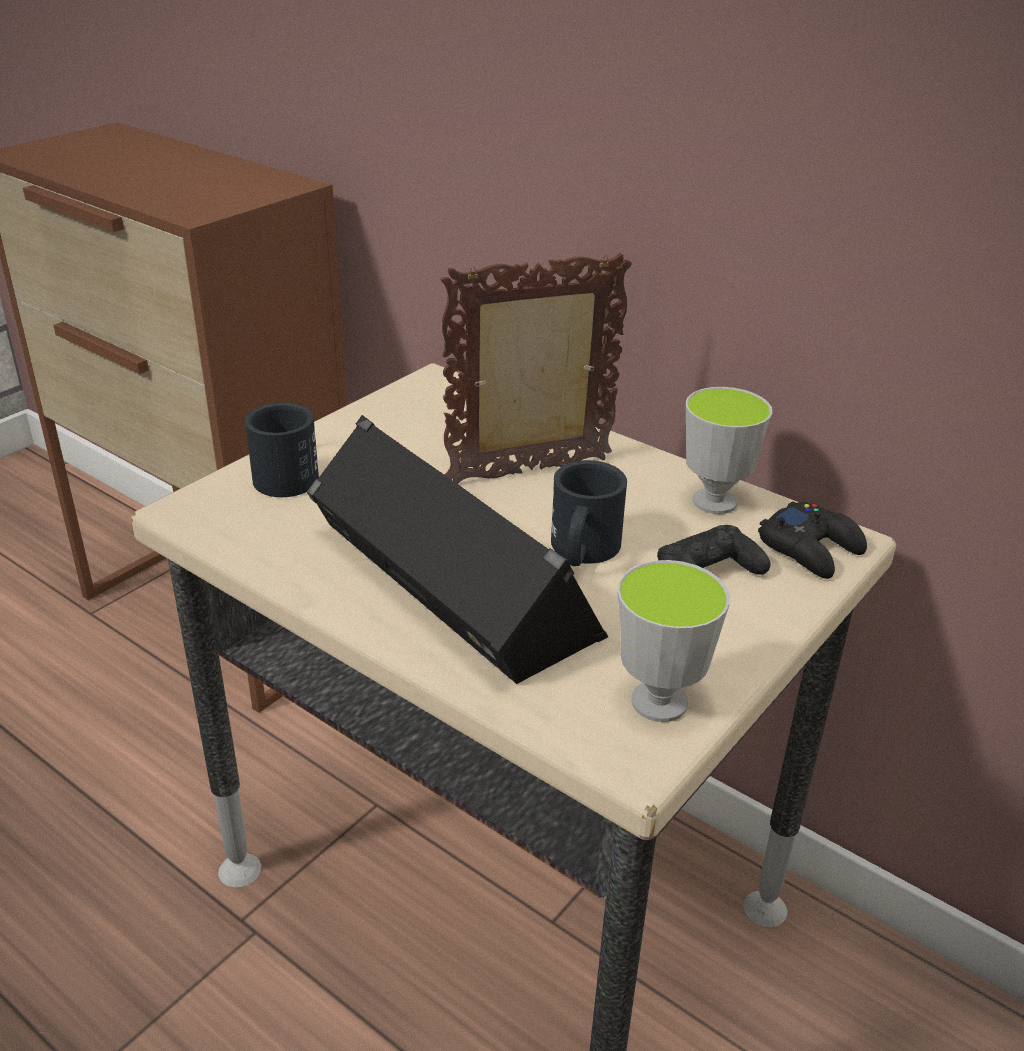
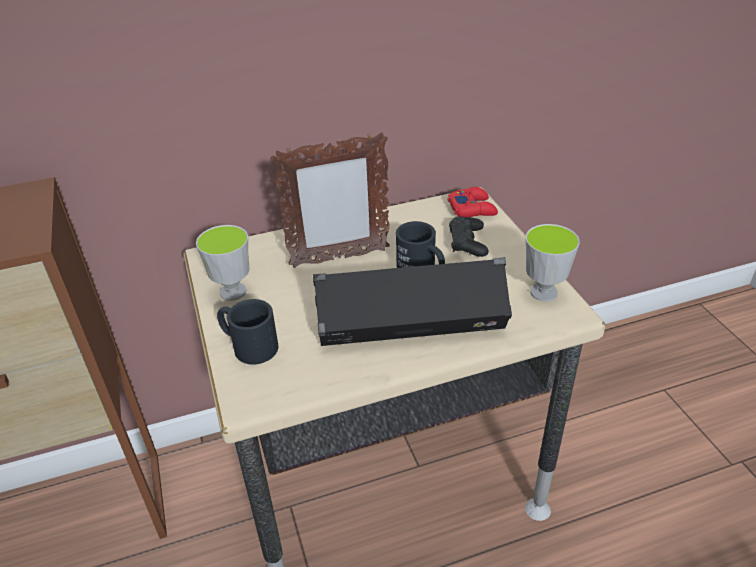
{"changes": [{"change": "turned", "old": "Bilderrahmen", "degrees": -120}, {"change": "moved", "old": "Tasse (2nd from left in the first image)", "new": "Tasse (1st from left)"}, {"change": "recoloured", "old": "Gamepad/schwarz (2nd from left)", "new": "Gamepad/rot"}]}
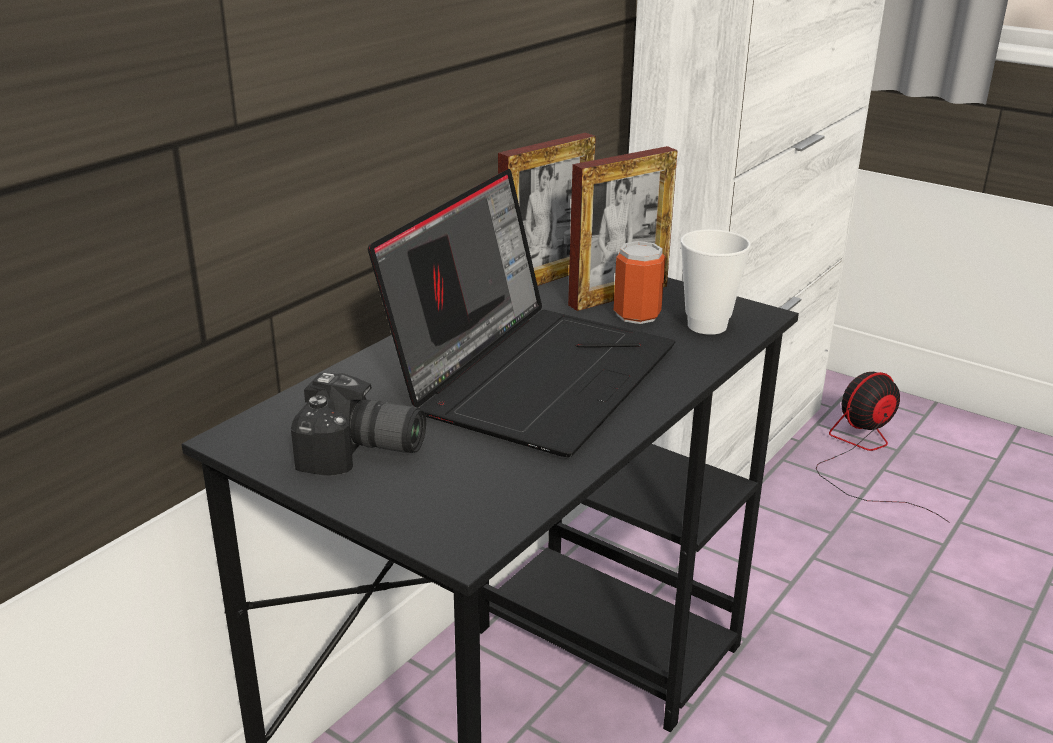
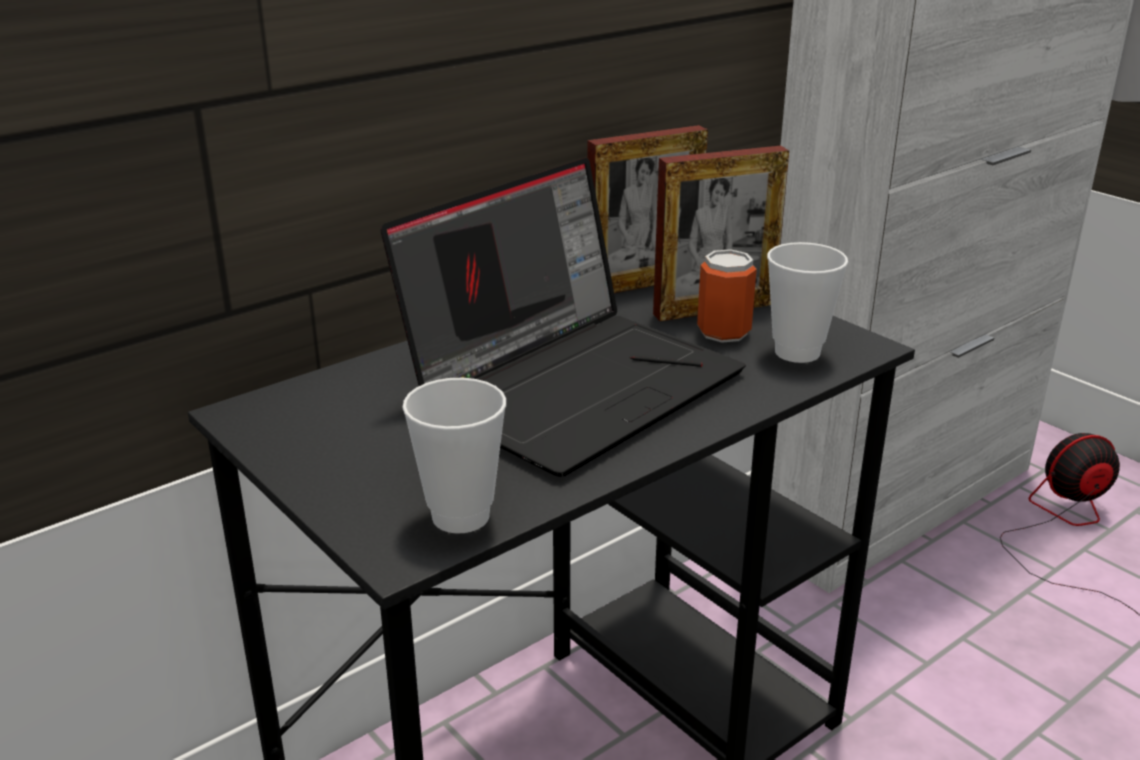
{"changes": [{"change": "removed", "old": "Kamera"}, {"change": "added", "new": "Tasse (1st from left)"}]}
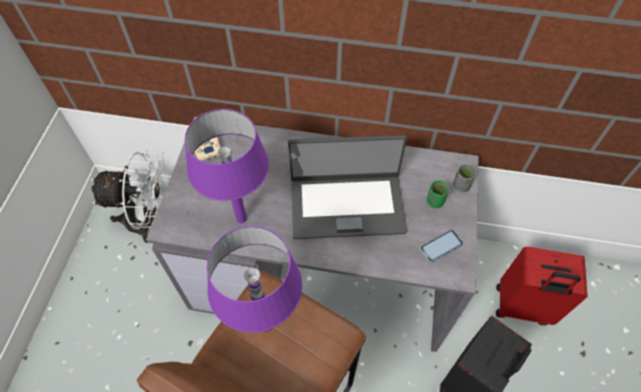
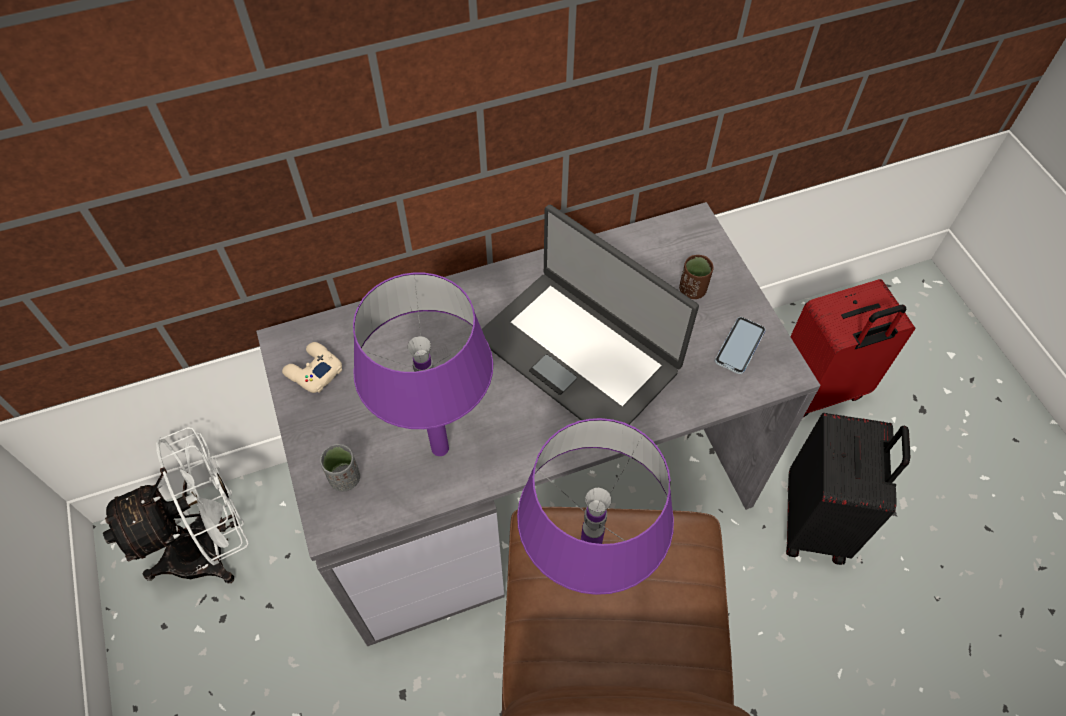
{"changes": [{"change": "turned", "old": "Laptop", "degrees": 75}, {"change": "recoloured", "old": "Tasse/grün", "new": "Tasse/braun"}, {"change": "moved", "old": "Tasse/grau"}]}
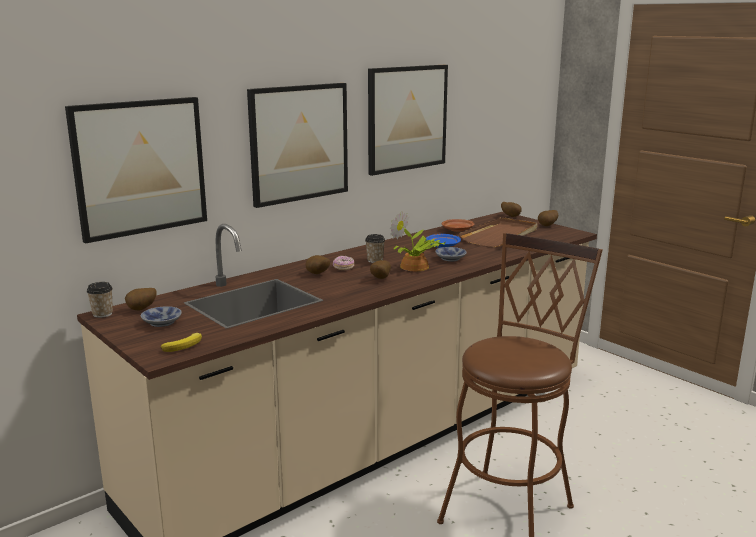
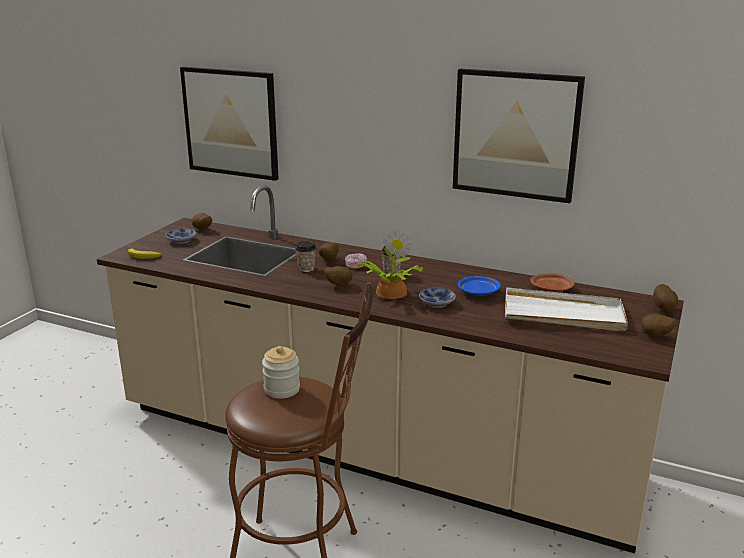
{"changes": [{"change": "moved", "old": "Tasse (1st from left)"}, {"change": "removed", "old": "Bild (2nd from left)"}, {"change": "recoloured", "old": "Tablett/braun", "new": "Tablett/weiß"}, {"change": "added", "new": "Vorratsglas"}]}
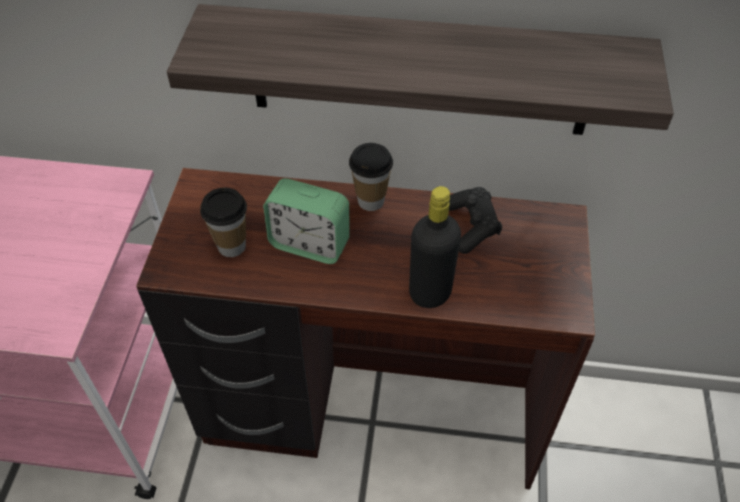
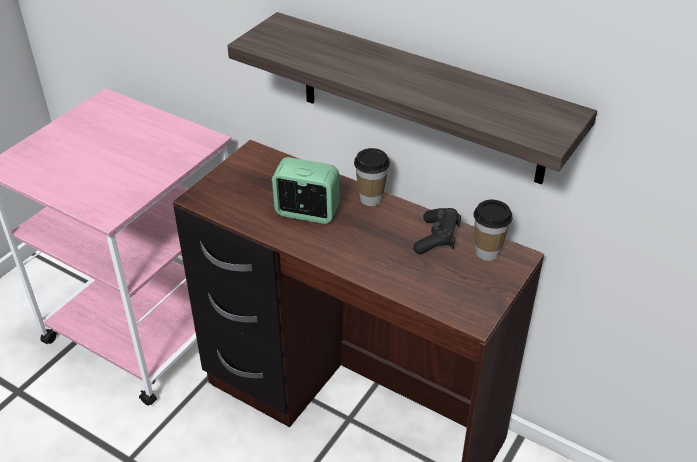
{"changes": [{"change": "moved", "old": "Tasse (1st from left in the first image)", "new": "Tasse (2nd from left)"}, {"change": "turned", "old": "Wecker", "degrees": 150}, {"change": "removed", "old": "Flasche/schwarz"}]}
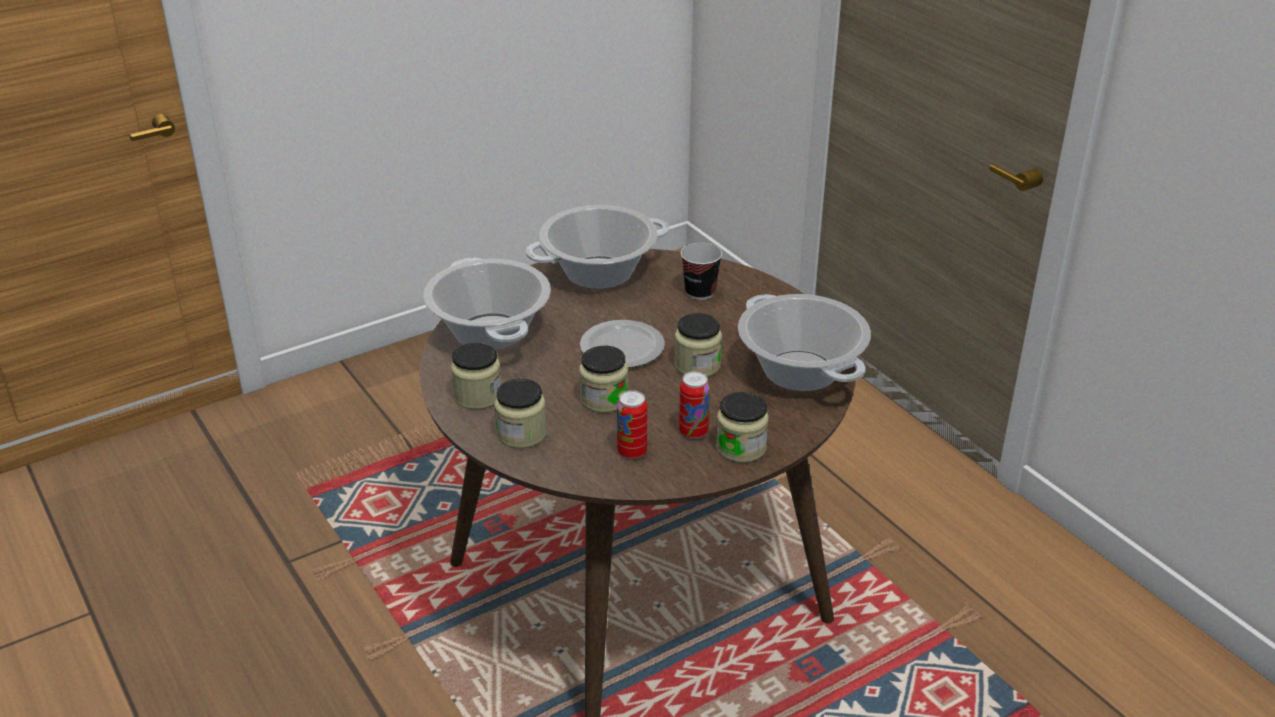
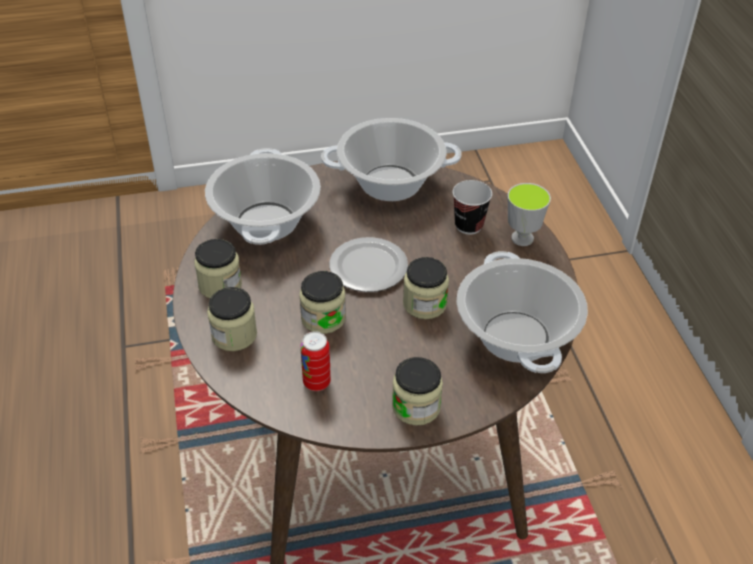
{"changes": [{"change": "removed", "old": "Dose (2nd from left)"}, {"change": "added", "new": "Tasse (2nd from left)"}]}
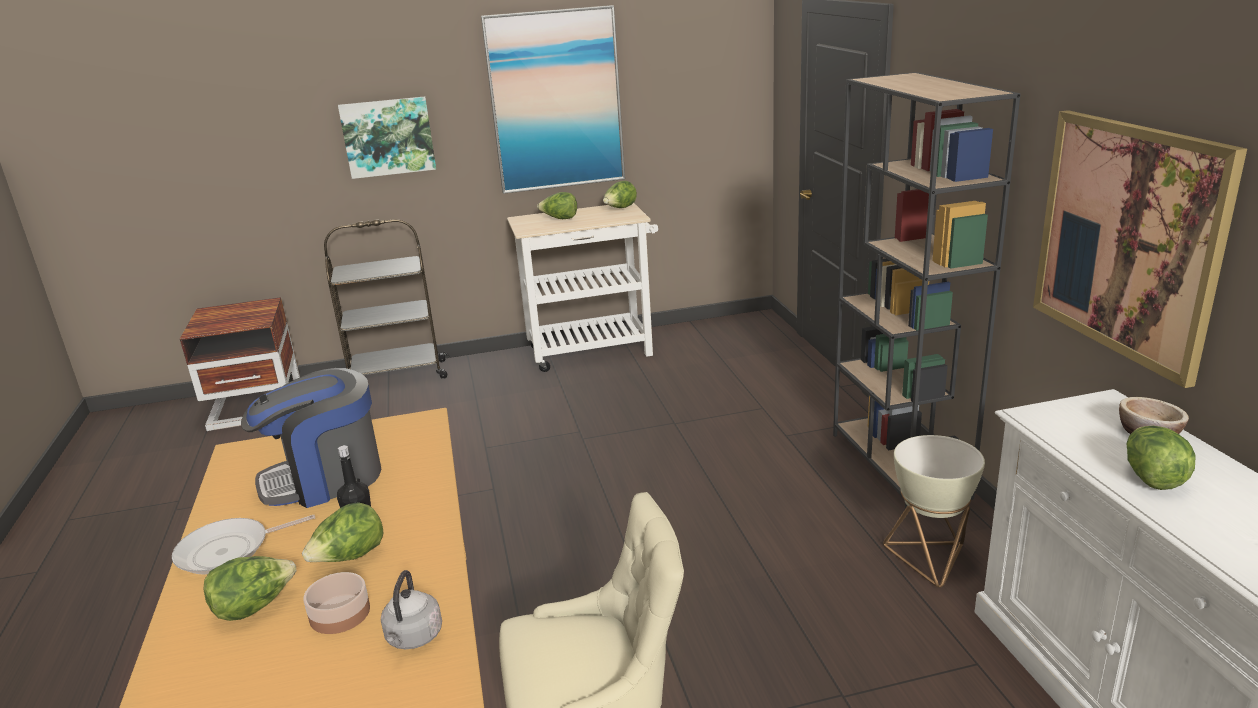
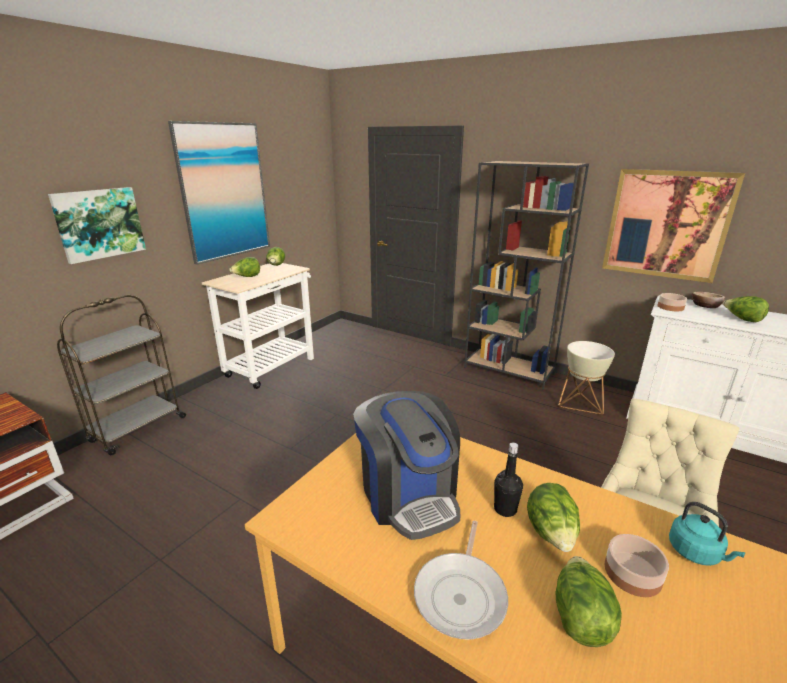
{"changes": [{"change": "turned", "old": "Kaffeemaschine", "degrees": -45}, {"change": "recoloured", "old": "Wasserkessel/grau", "new": "Wasserkessel/türkis"}, {"change": "added", "new": "Schüssel (2nd from left)"}]}
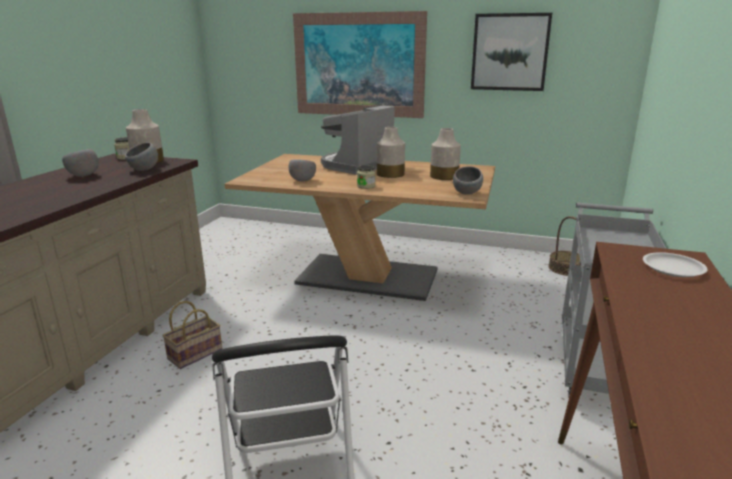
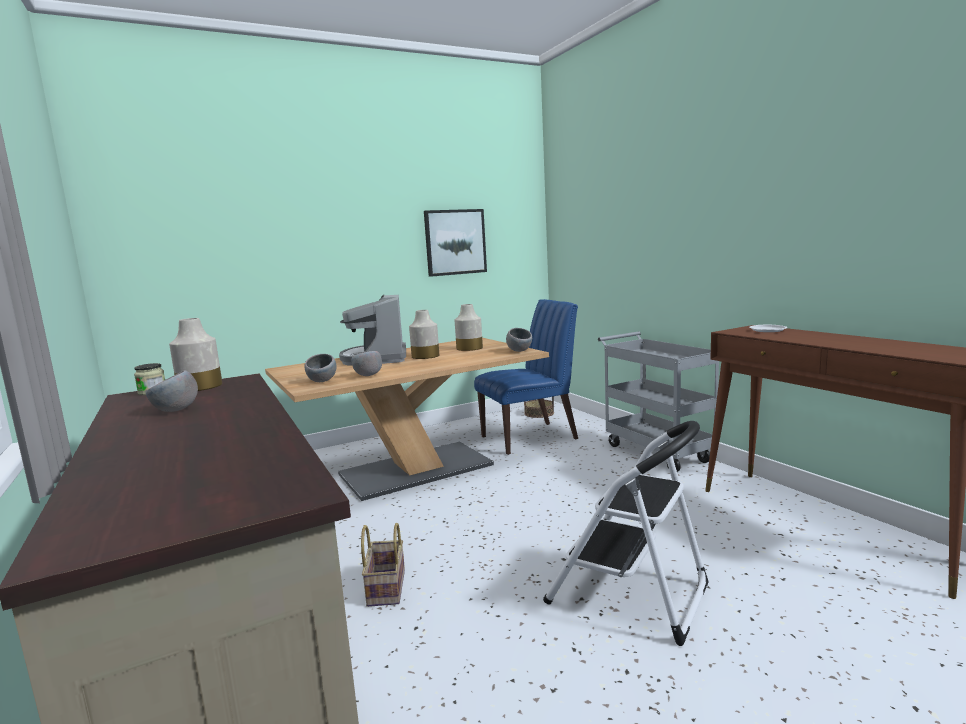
{"changes": [{"change": "moved", "old": "Schüssel/grau (2nd from left)"}, {"change": "removed", "old": "Bild (1st from left)"}, {"change": "removed", "old": "Vorratsglas (2nd from left)"}, {"change": "added", "new": "Stuhl/blau"}]}
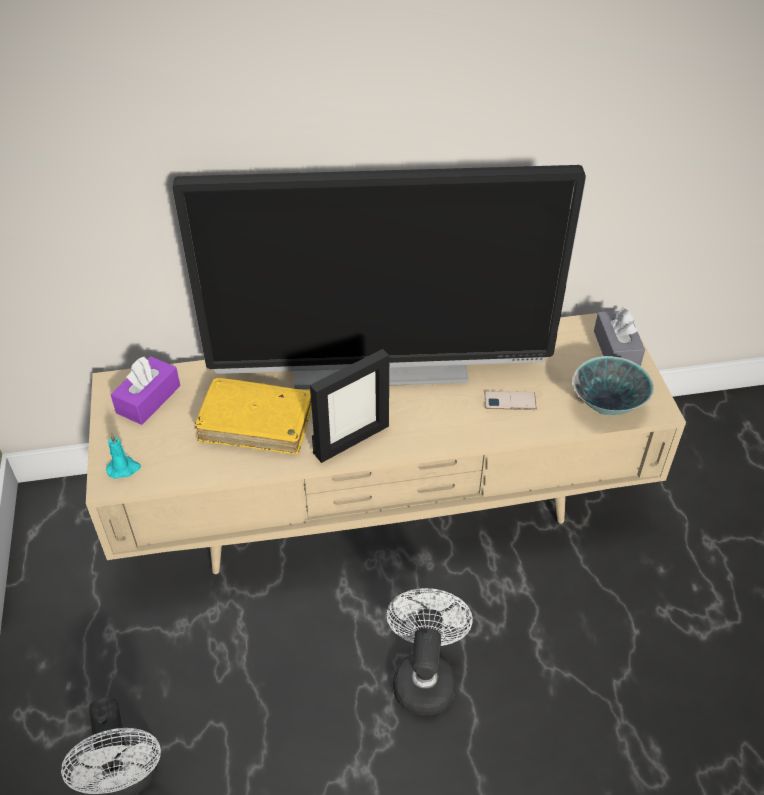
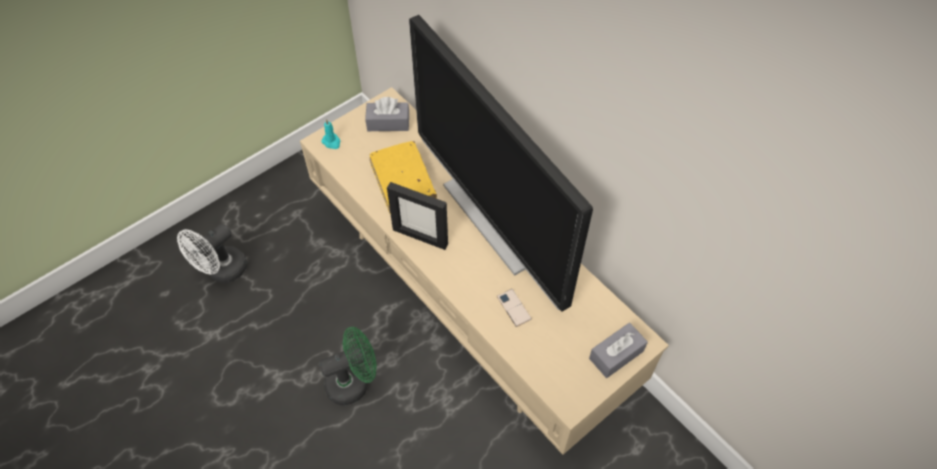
{"changes": [{"change": "recoloured", "old": "Taschentuchbox/lila", "new": "Taschentuchbox/grau (1st from left)"}, {"change": "recoloured", "old": "Ventilator/weiß (2nd from left)", "new": "Ventilator/grün"}, {"change": "removed", "old": "Schüssel"}]}
